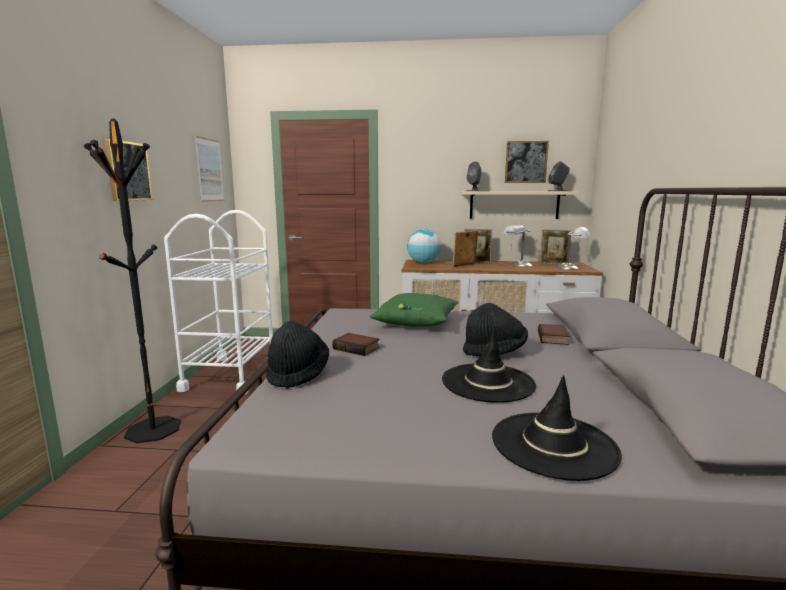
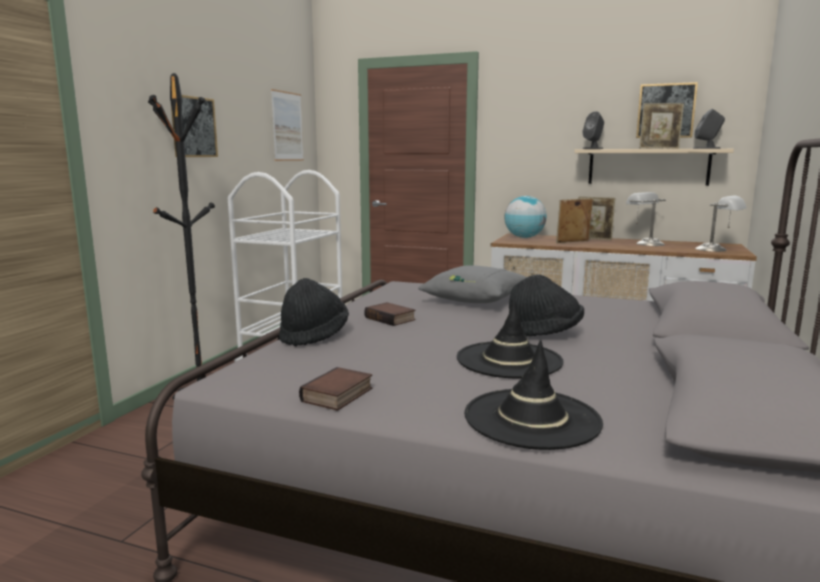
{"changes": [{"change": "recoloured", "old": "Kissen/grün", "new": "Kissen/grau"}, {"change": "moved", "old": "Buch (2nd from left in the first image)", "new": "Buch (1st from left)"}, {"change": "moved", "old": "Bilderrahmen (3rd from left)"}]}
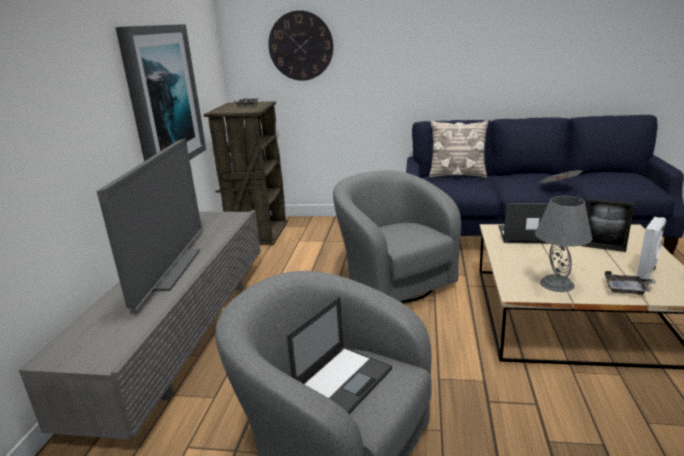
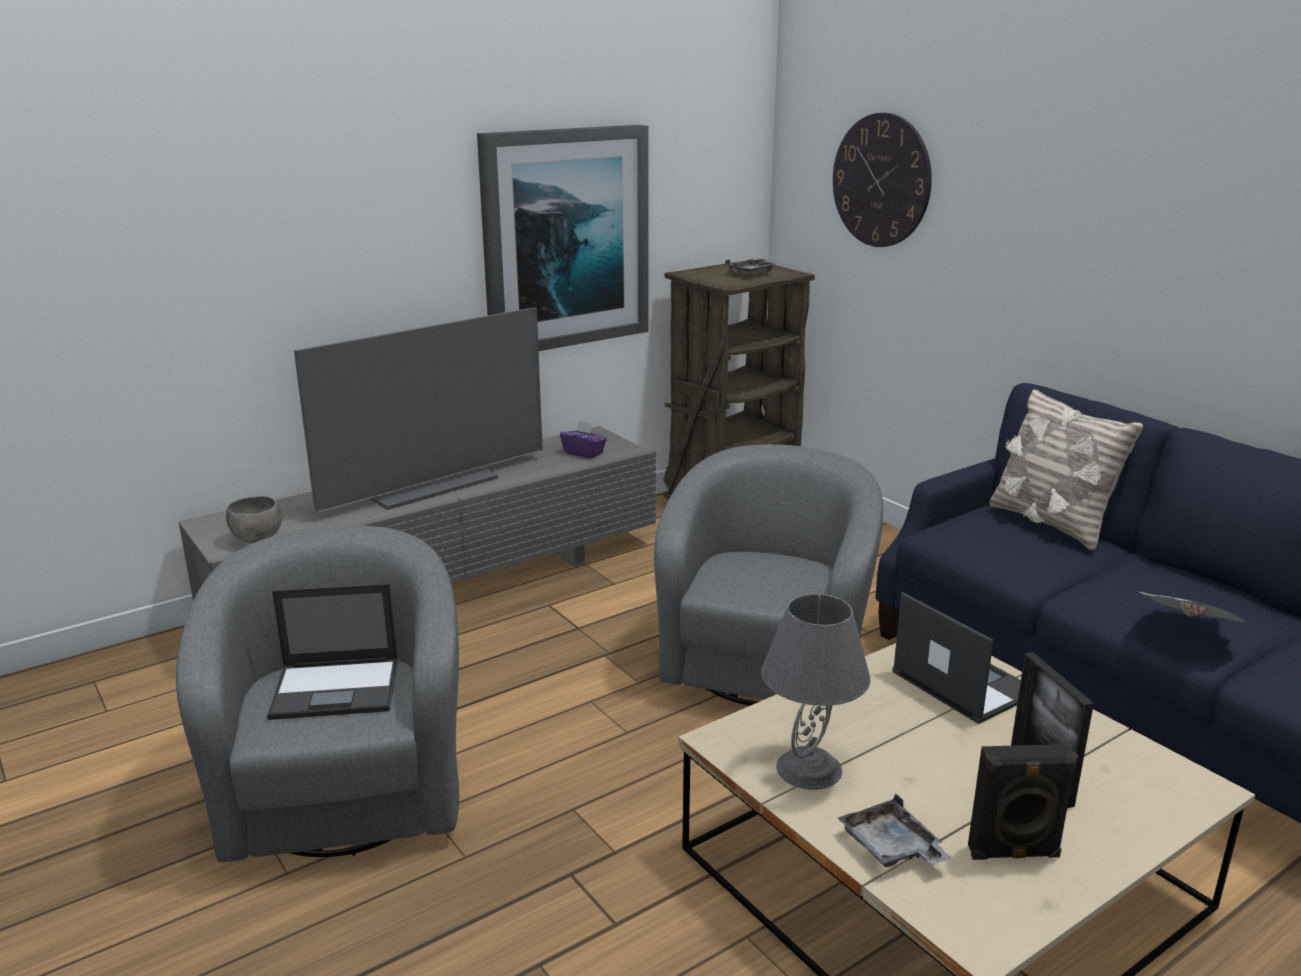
{"changes": [{"change": "recoloured", "old": "Lautsprecher/weiß", "new": "Lautsprecher/schwarz"}, {"change": "added", "new": "Schüssel/grau"}, {"change": "added", "new": "Taschentuchbox/lila"}]}
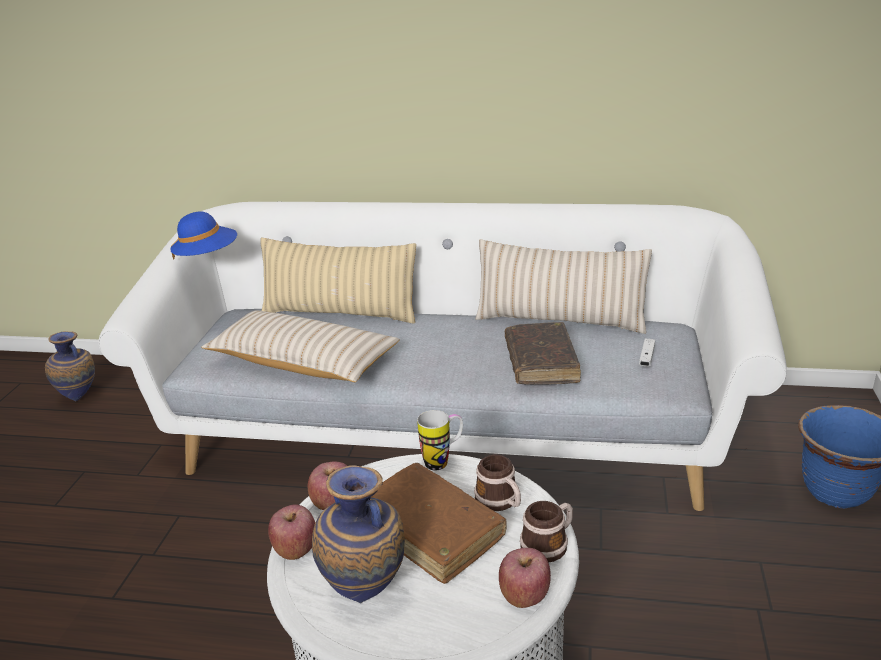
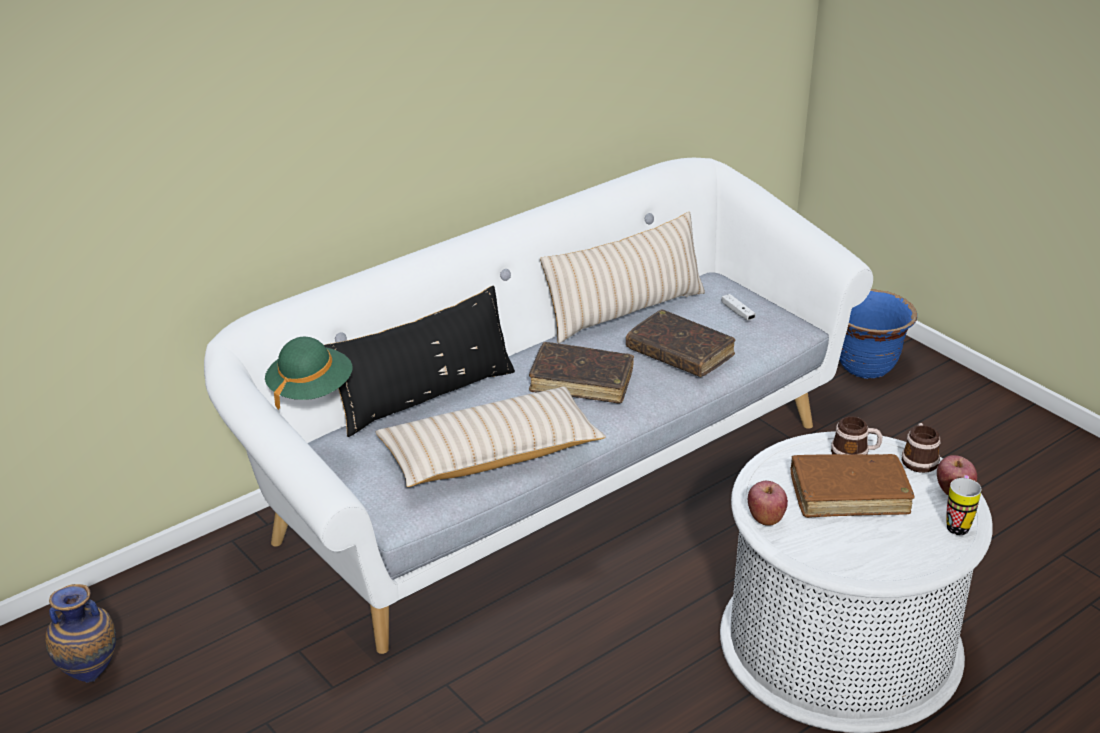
{"changes": [{"change": "recoloured", "old": "Hut/blau", "new": "Hut/grün"}, {"change": "recoloured", "old": "Kissen/beige (2nd from left)", "new": "Kissen/schwarz"}, {"change": "removed", "old": "Apfel (1st from left)"}, {"change": "removed", "old": "Vase (2nd from left)"}, {"change": "moved", "old": "Henkelbecher (1st from left in the first image)", "new": "Henkelbecher (3rd from left)"}, {"change": "added", "new": "Buch/braun (1st from left)"}]}
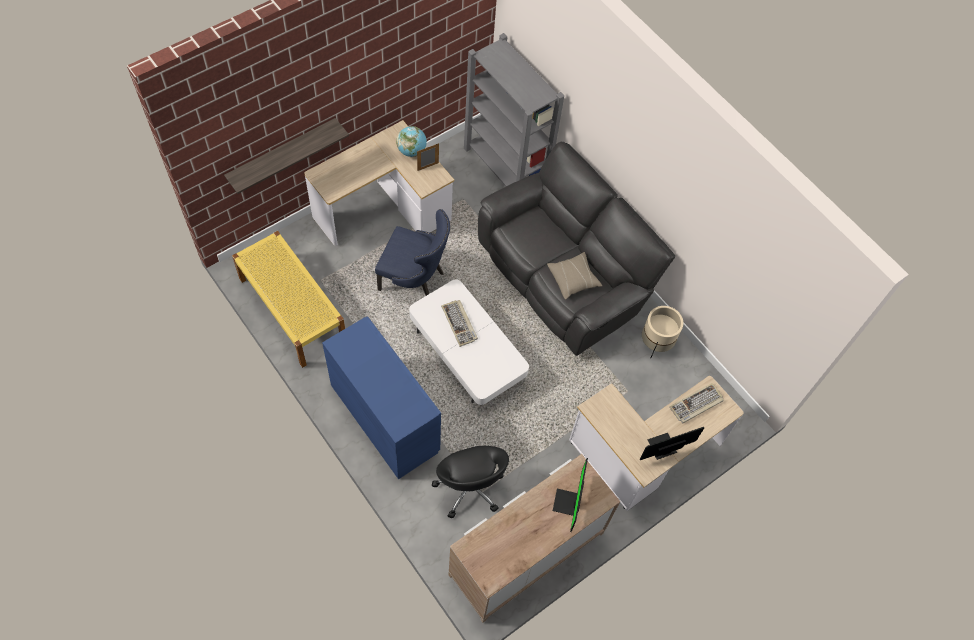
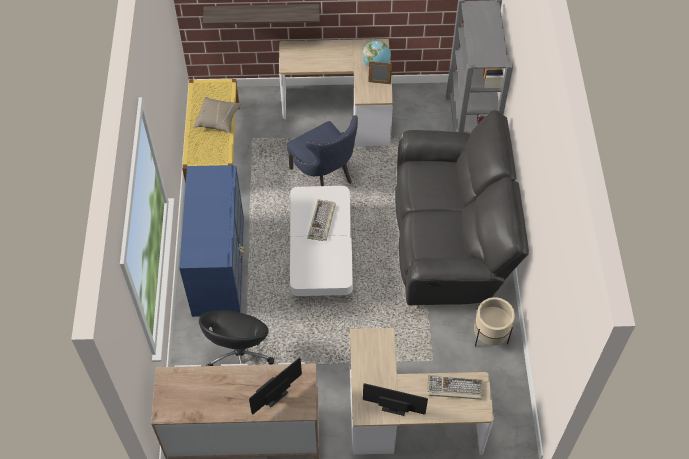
{"changes": [{"change": "moved", "old": "Kissen/beige"}]}
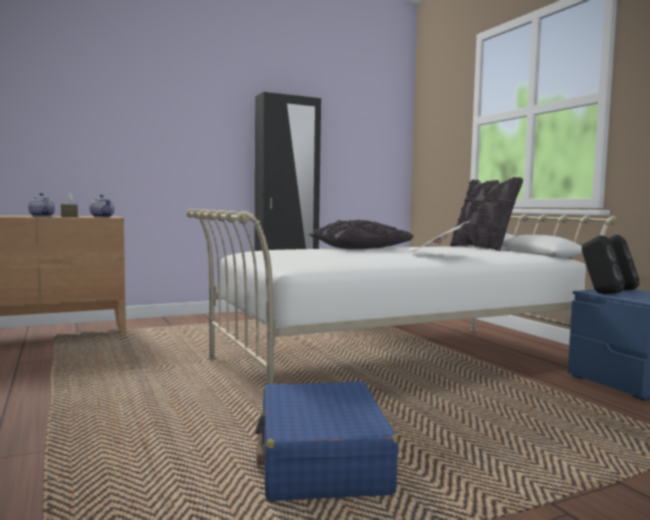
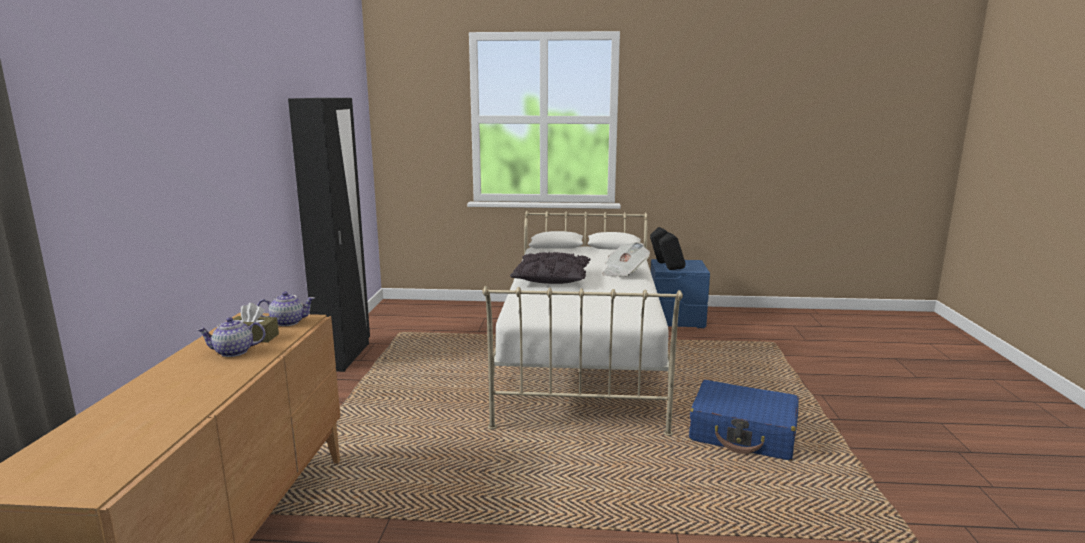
{"changes": [{"change": "removed", "old": "Kissen/schwarz (2nd from left)"}]}
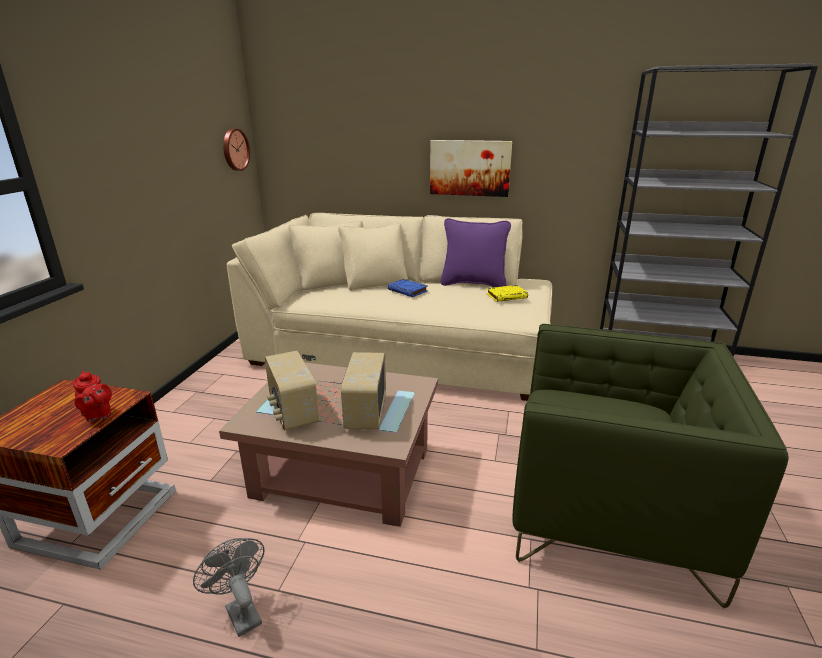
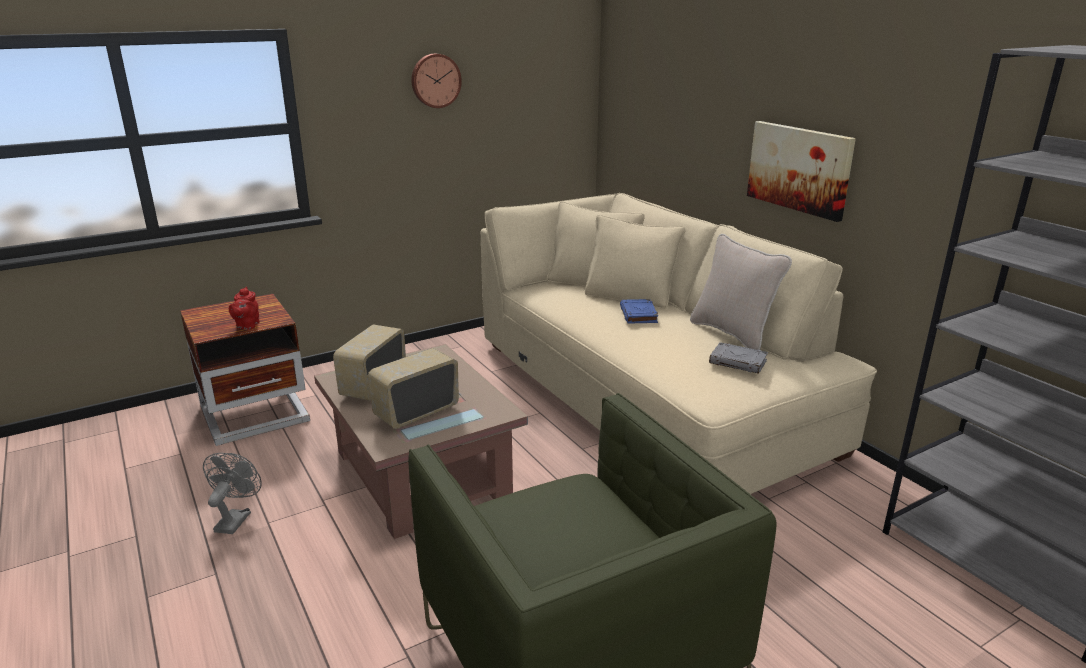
{"changes": [{"change": "moved", "old": "Wanduhr"}, {"change": "recoloured", "old": "Kissen/lila", "new": "Kissen/beige"}, {"change": "recoloured", "old": "Buch/gelb", "new": "Buch/grau"}]}
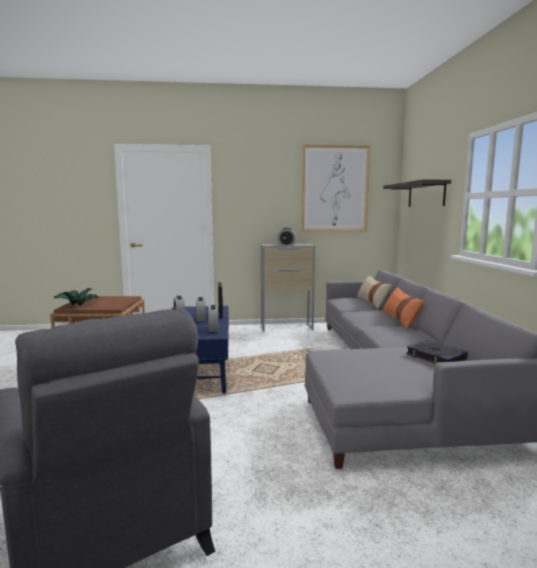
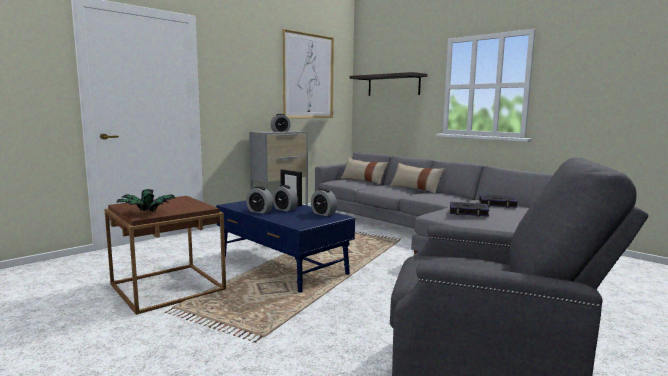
{"changes": [{"change": "recoloured", "old": "Kissen/orange", "new": "Kissen/beige (2nd from left)"}, {"change": "added", "new": "Buch (1st from left)"}]}
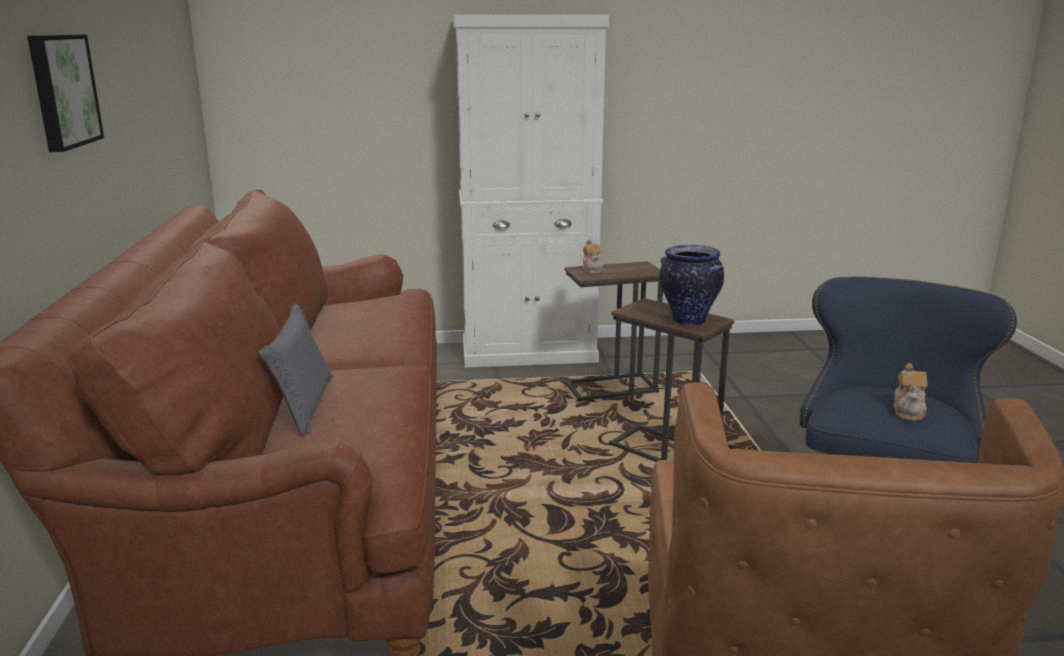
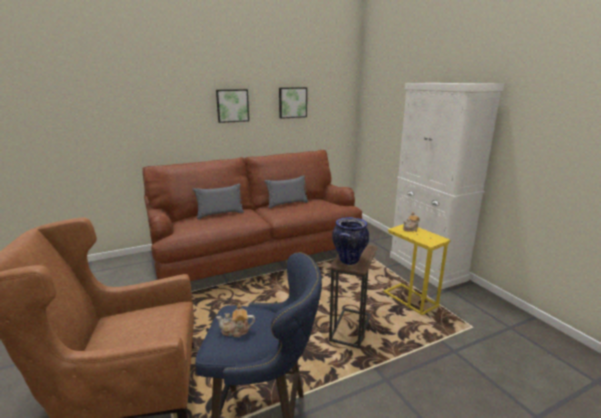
{"changes": [{"change": "recoloured", "old": "Beistelltisch/braun (1st from left)", "new": "Beistelltisch/gelb"}, {"change": "added", "new": "Kissen/grau (2nd from left)"}, {"change": "added", "new": "Bild (2nd from left)"}]}
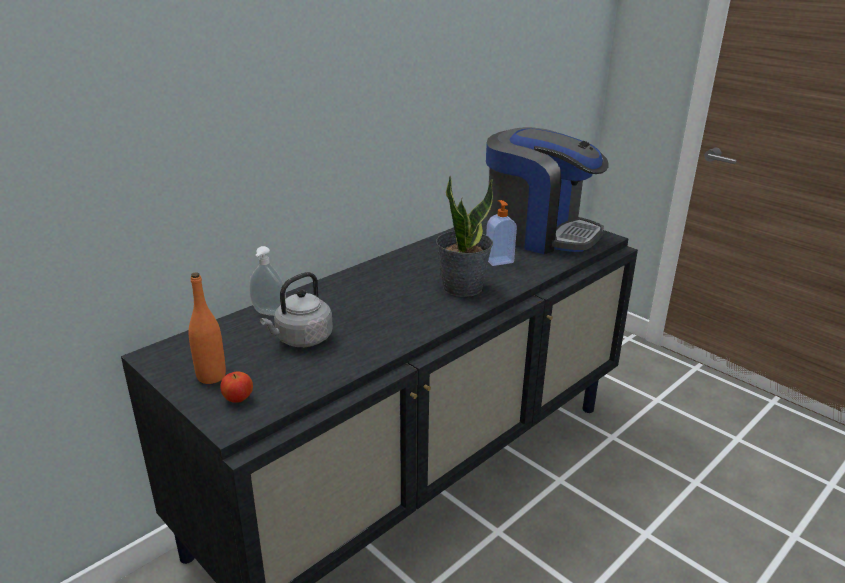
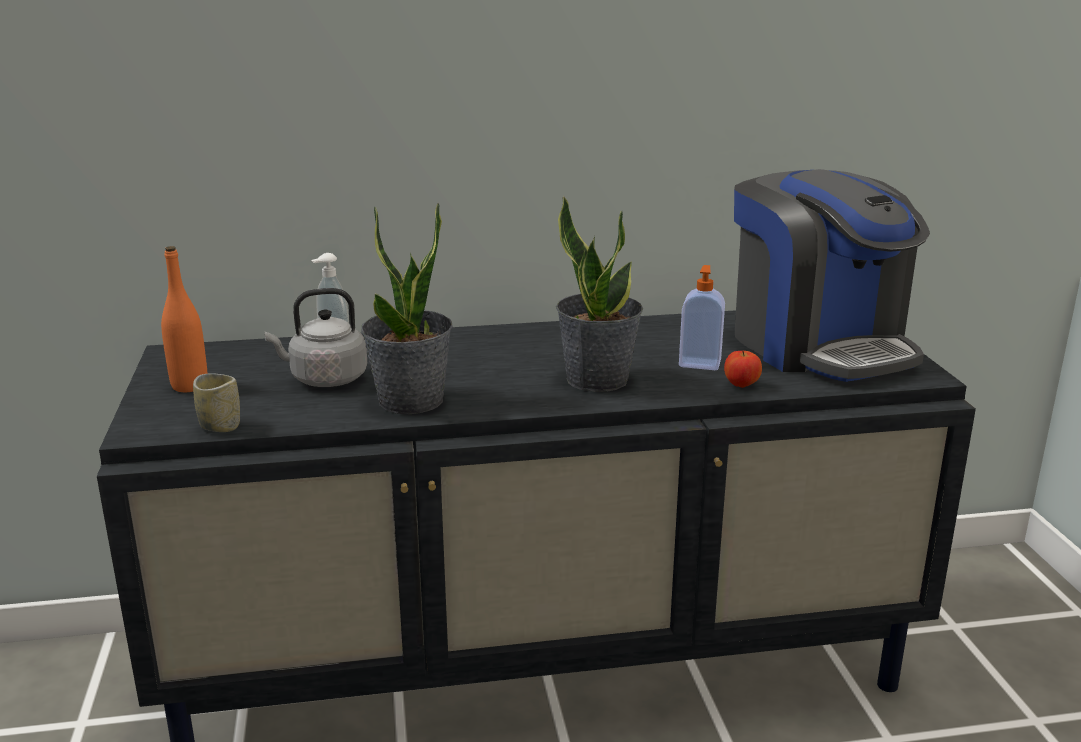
{"changes": [{"change": "moved", "old": "Apfel"}, {"change": "added", "new": "Tasse"}, {"change": "added", "new": "Topfpflanze (1st from left)"}]}
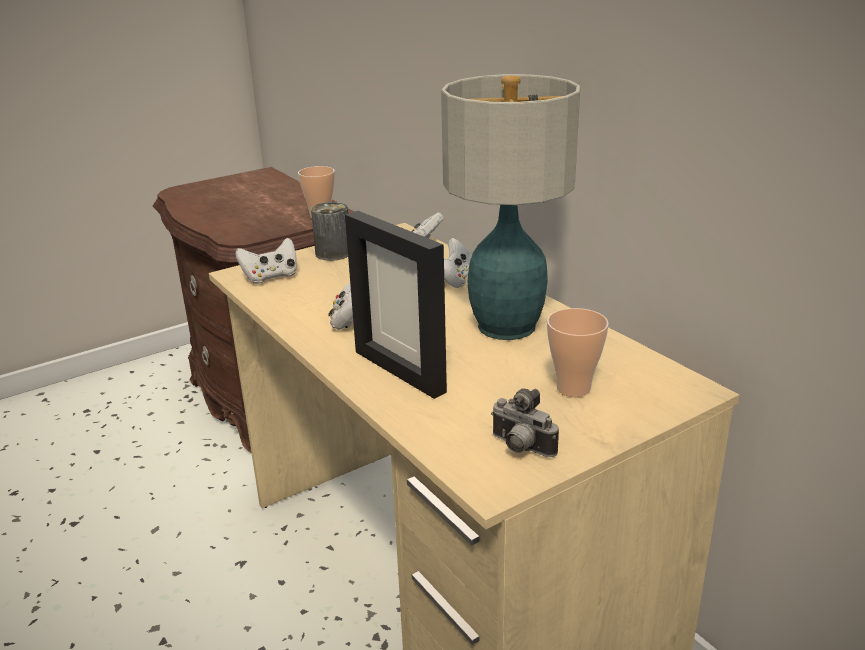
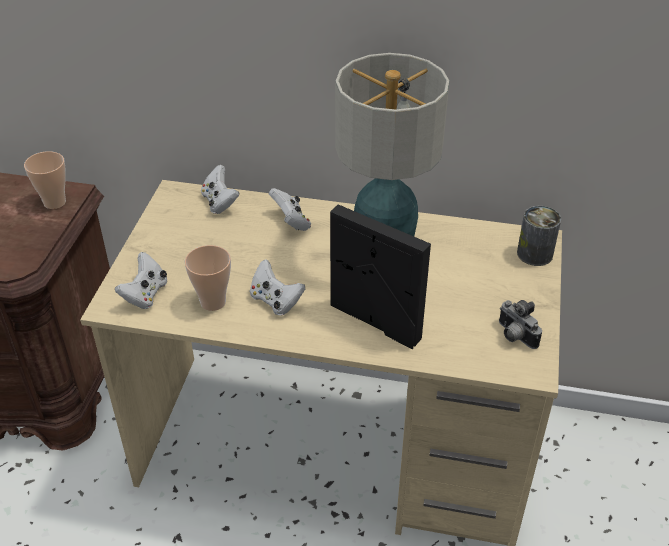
{"changes": [{"change": "moved", "old": "Dose"}, {"change": "turned", "old": "Bilderrahmen", "degrees": -150}, {"change": "turned", "old": "Kamera", "degrees": 60}, {"change": "moved", "old": "Tasse (2nd from left)"}]}
